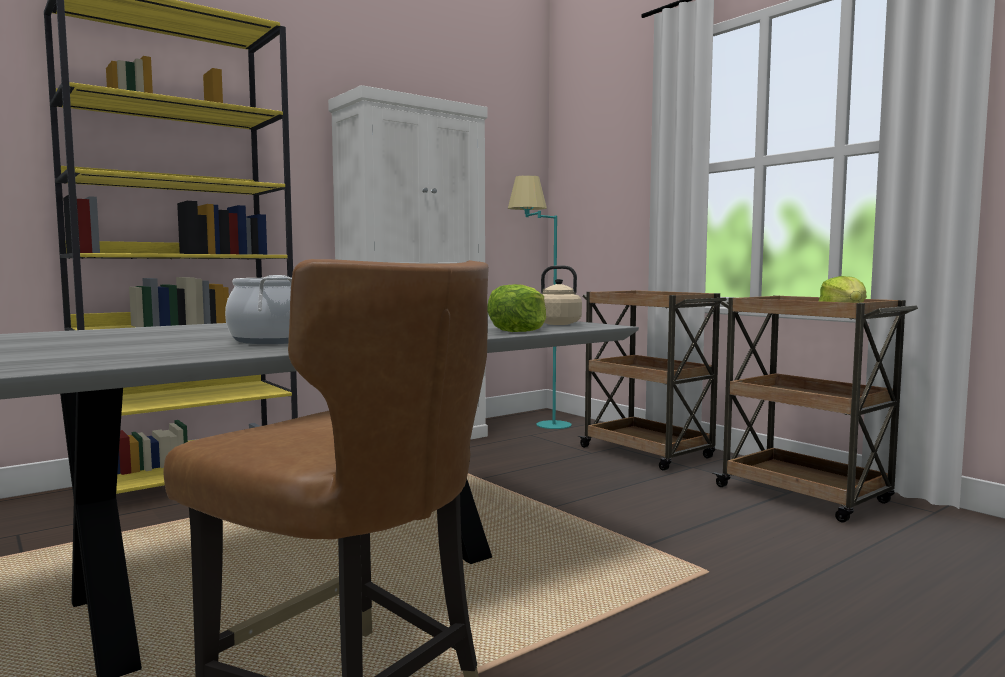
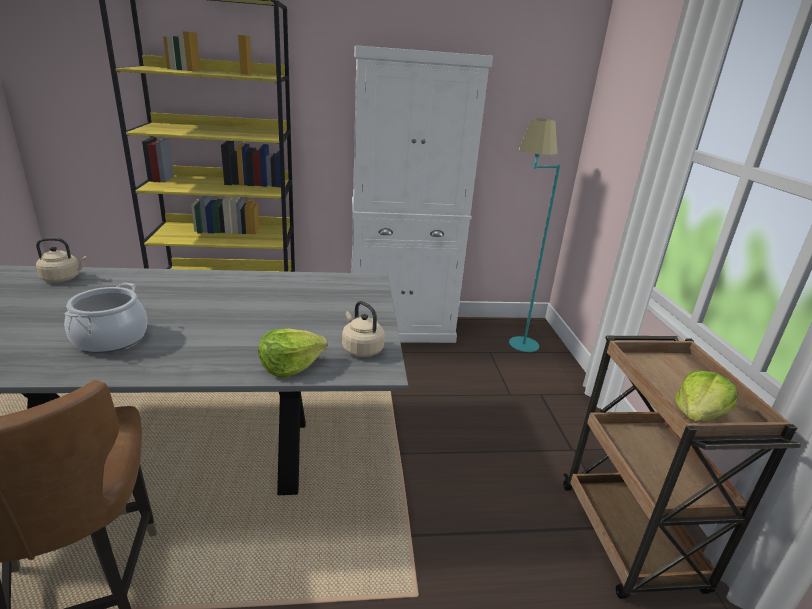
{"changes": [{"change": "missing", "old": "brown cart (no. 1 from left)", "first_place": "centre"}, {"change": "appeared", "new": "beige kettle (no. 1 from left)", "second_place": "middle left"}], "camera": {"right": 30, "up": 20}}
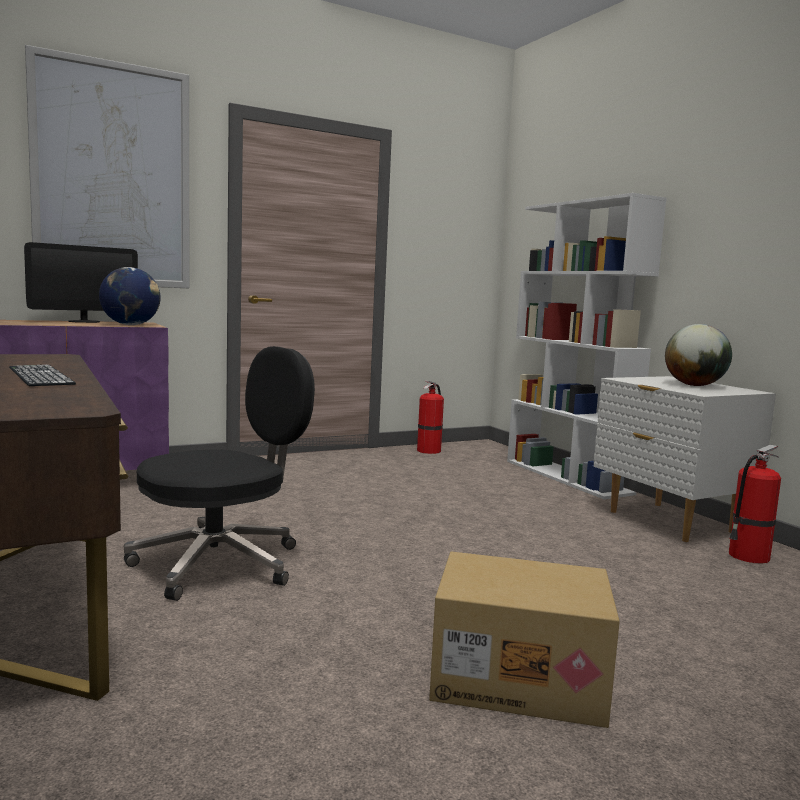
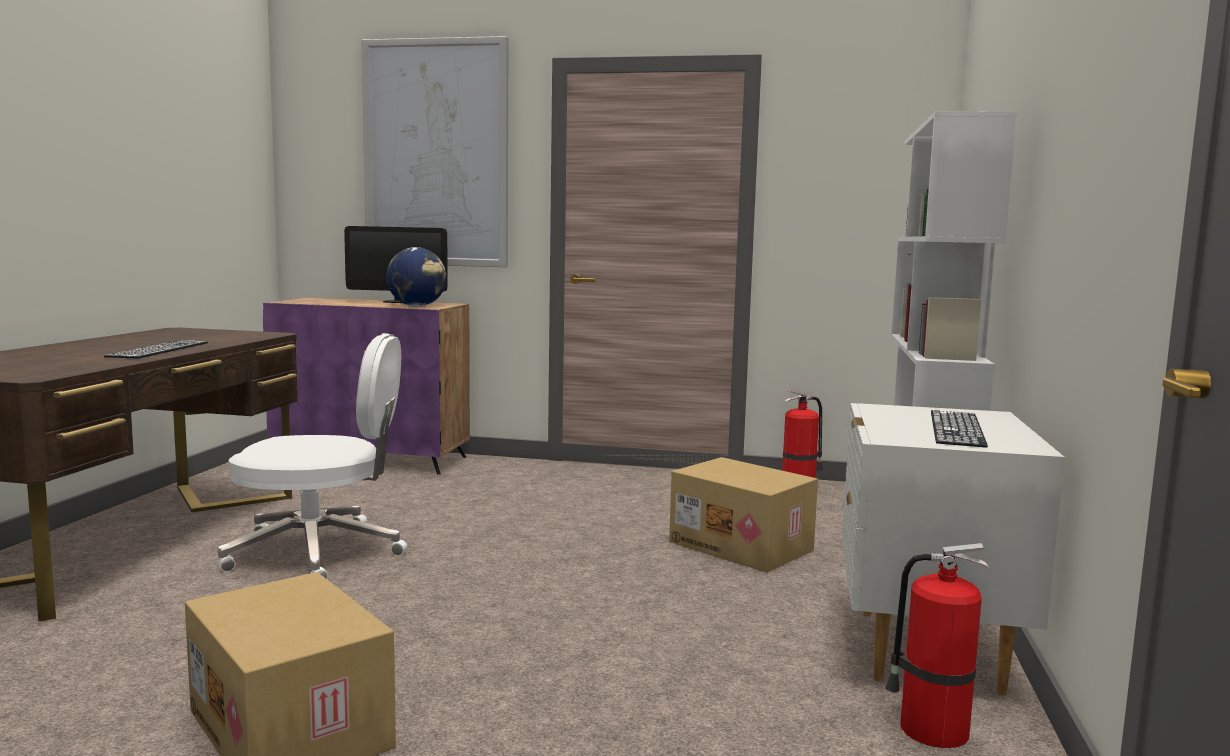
{"changes": [{"change": "colour", "old": "black office chair", "new": "white office chair", "first_place": "middle left", "second_place": "middle left"}, {"change": "exchanged", "old": "globe (no. 2 from left)", "new": "keyboard (no. 2 from left)", "first_place": "middle right", "second_place": "middle right"}, {"change": "appeared", "new": "cardboard box (no. 2 from left)", "second_place": "bottom centre"}], "camera": {"right": 40, "up": 0}}
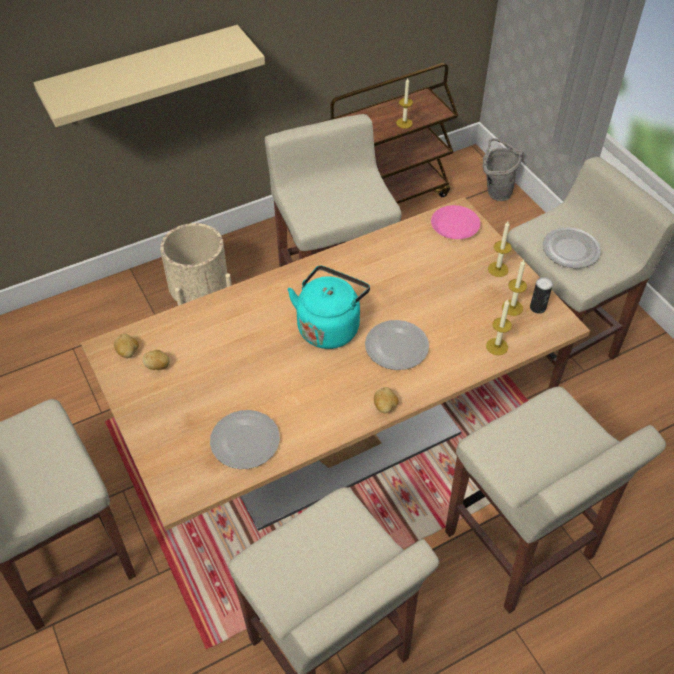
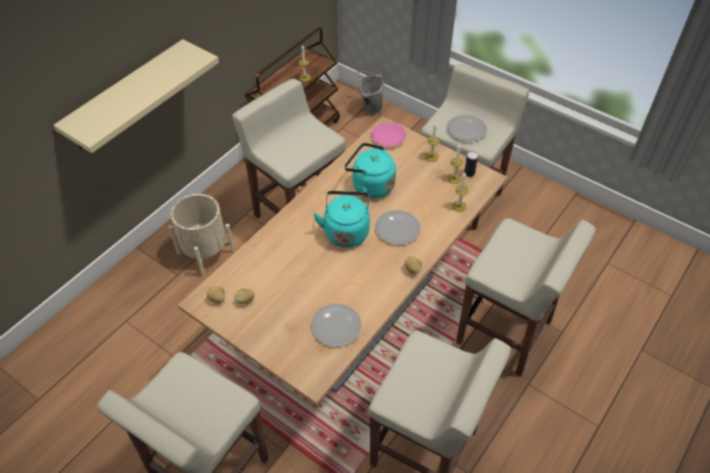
{"changes": [{"change": "appeared", "new": "turquoise kettle (no. 2 from left)", "second_place": "centre"}], "camera": {"right": -25, "up": 0}}
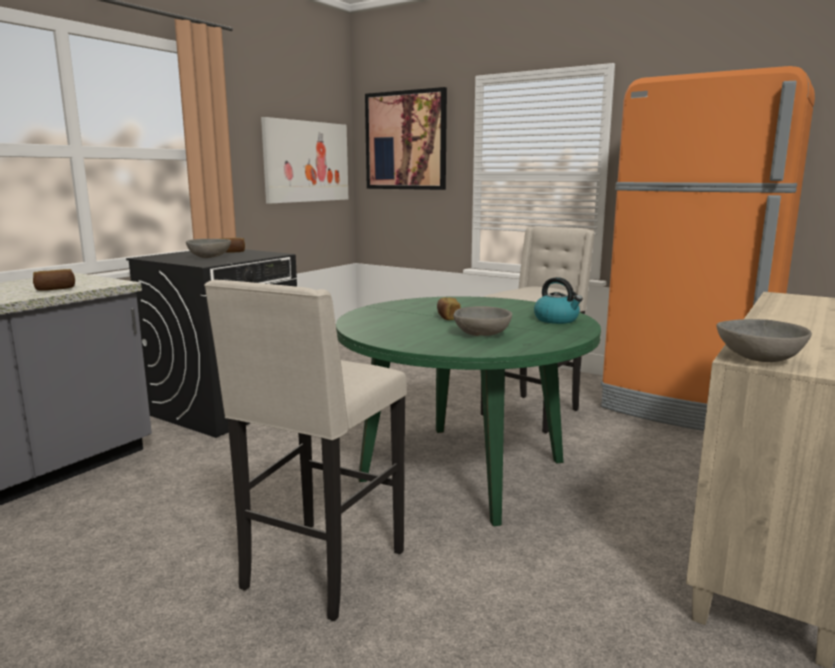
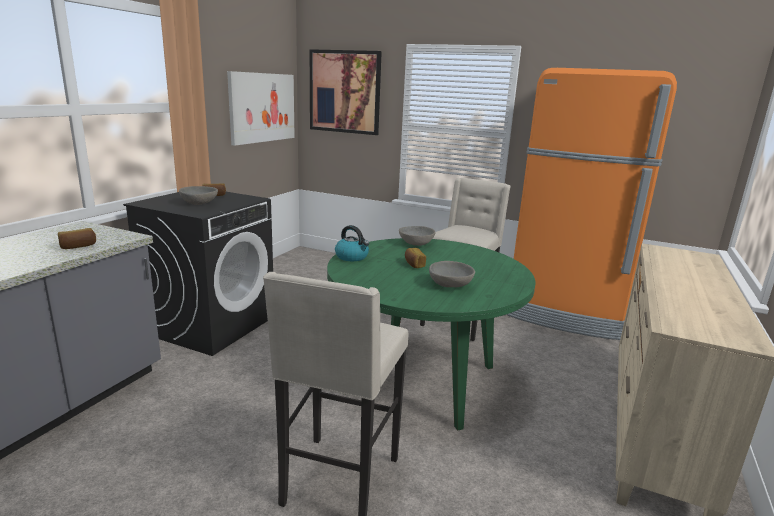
{"changes": [{"change": "relocated", "old": "kettle", "first_place": "middle right", "second_place": "centre"}, {"change": "relocated", "old": "grey bowl (no. 3 from left in the first image)", "new": "grey bowl (no. 2 from left)", "first_place": "middle right", "second_place": "centre"}], "camera": {"right": -10, "up": 5}}
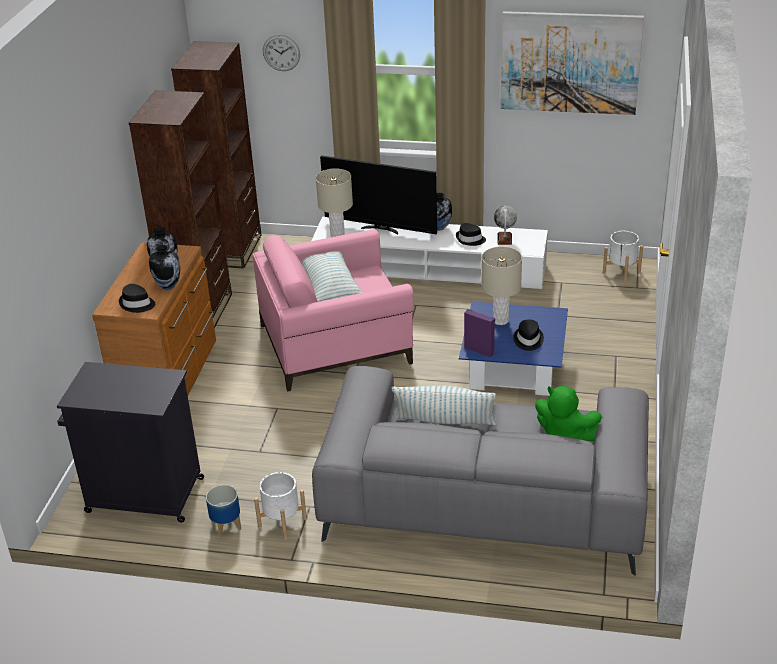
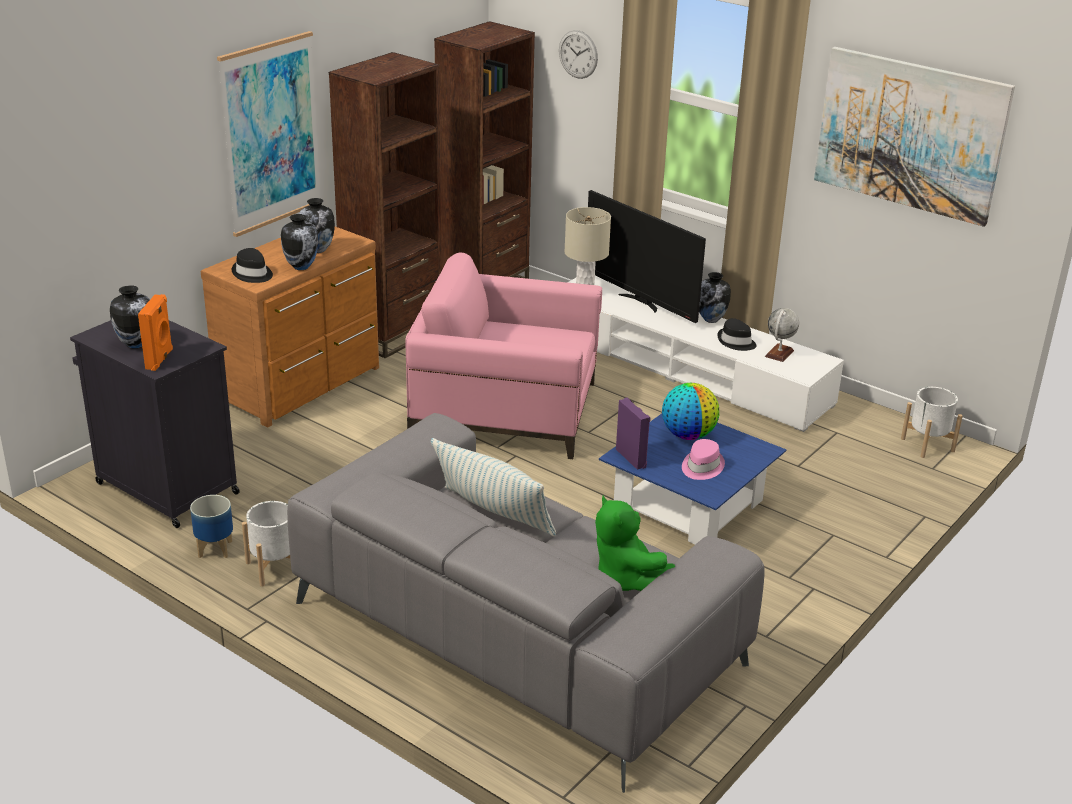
{"changes": [{"change": "missing", "old": "pillow (no. 1 from left)", "first_place": "centre"}, {"change": "exchanged", "old": "beige table lamp (no. 2 from left)", "new": "globe (no. 1 from left)", "first_place": "centre", "second_place": "centre"}, {"change": "colour", "old": "black hat (no. 3 from left)", "new": "pink hat", "first_place": "middle right", "second_place": "centre"}, {"change": "appeared", "new": "vase (no. 1 from left)", "second_place": "middle left"}, {"change": "appeared", "new": "orange speaker", "second_place": "middle left"}, {"change": "appeared", "new": "picture (no. 1 from left)", "second_place": "top left"}], "camera": {"right": 25, "up": -5}}
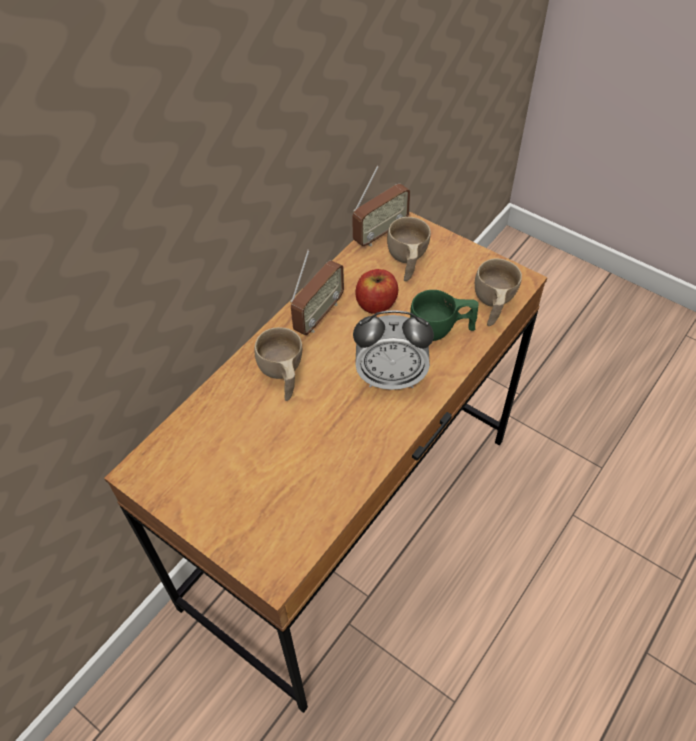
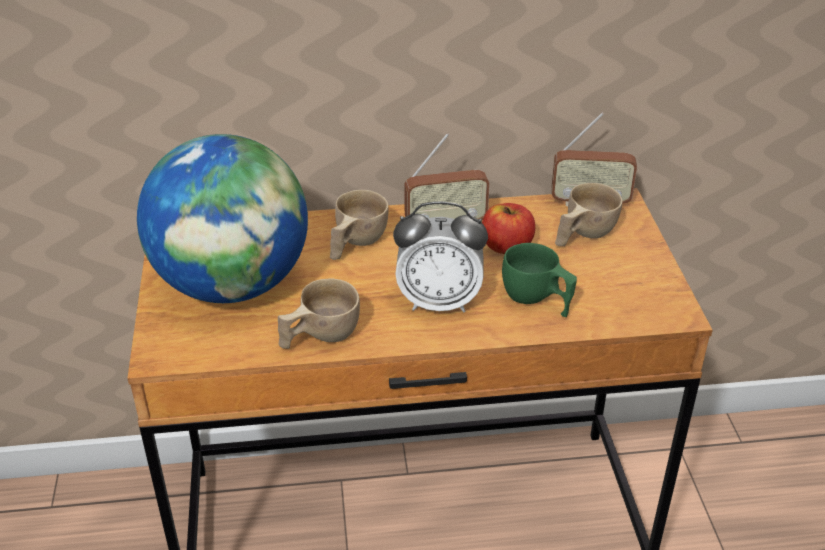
{"changes": [{"change": "spun", "old": "alarm clock", "first_place": "centre", "second_place": "centre", "degrees": -45}, {"change": "relocated", "old": "beige cup (no. 3 from left in the first image)", "new": "beige cup (no. 1 from left)", "first_place": "middle right", "second_place": "centre"}, {"change": "appeared", "new": "globe", "second_place": "middle left"}], "camera": {"right": 45, "up": -15}}
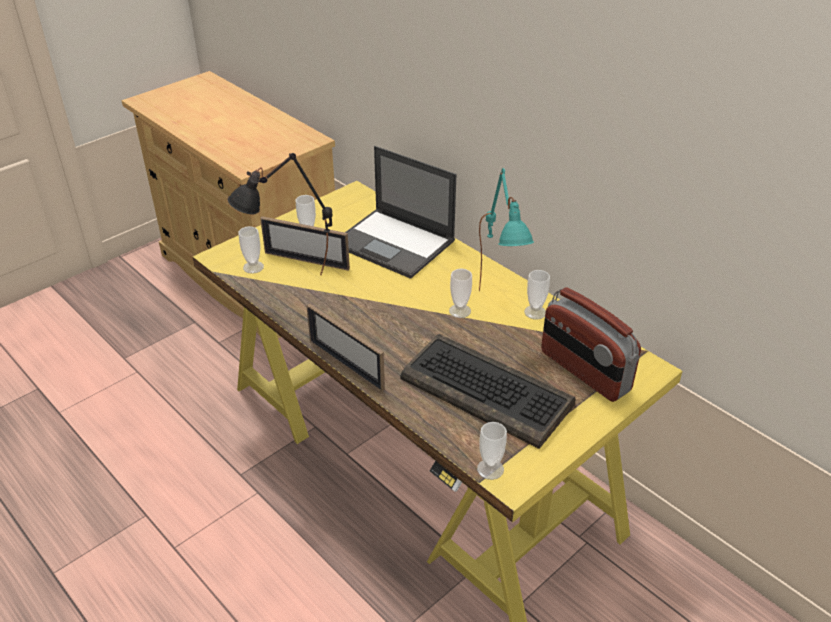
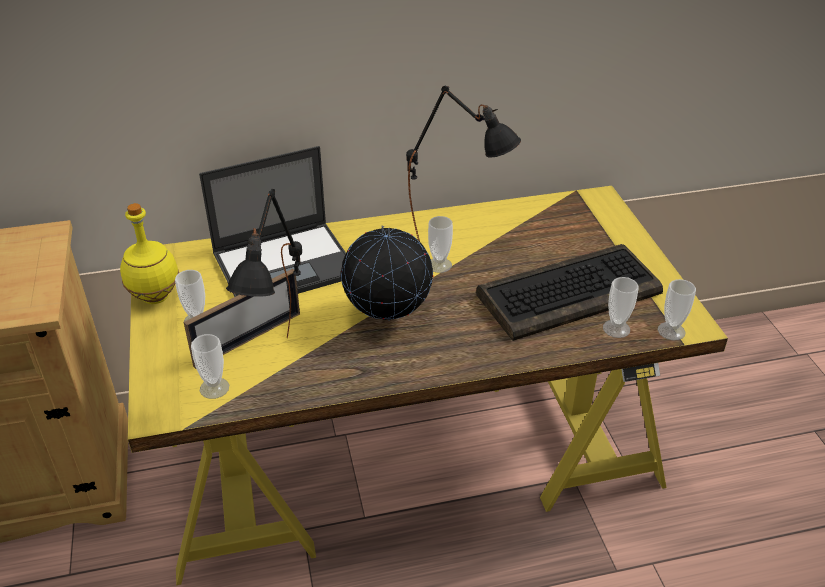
{"changes": [{"change": "missing", "old": "picture frame (no. 2 from left)", "first_place": "centre"}, {"change": "colour", "old": "turquoise table lamp", "new": "black table lamp (no. 2 from left)", "first_place": "centre", "second_place": "top centre"}, {"change": "relocated", "old": "cup (no. 5 from left in the first image)", "new": "cup (no. 4 from left)", "first_place": "centre", "second_place": "middle right"}, {"change": "missing", "old": "radio", "first_place": "middle right"}, {"change": "appeared", "new": "yellow bottle", "second_place": "middle left"}, {"change": "appeared", "new": "globe", "second_place": "centre"}], "camera": {"right": -60, "up": 0}}
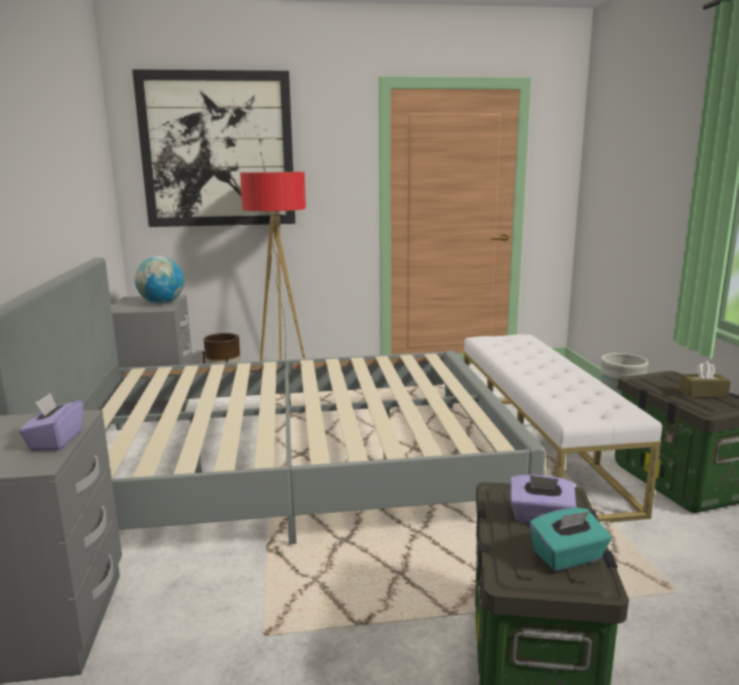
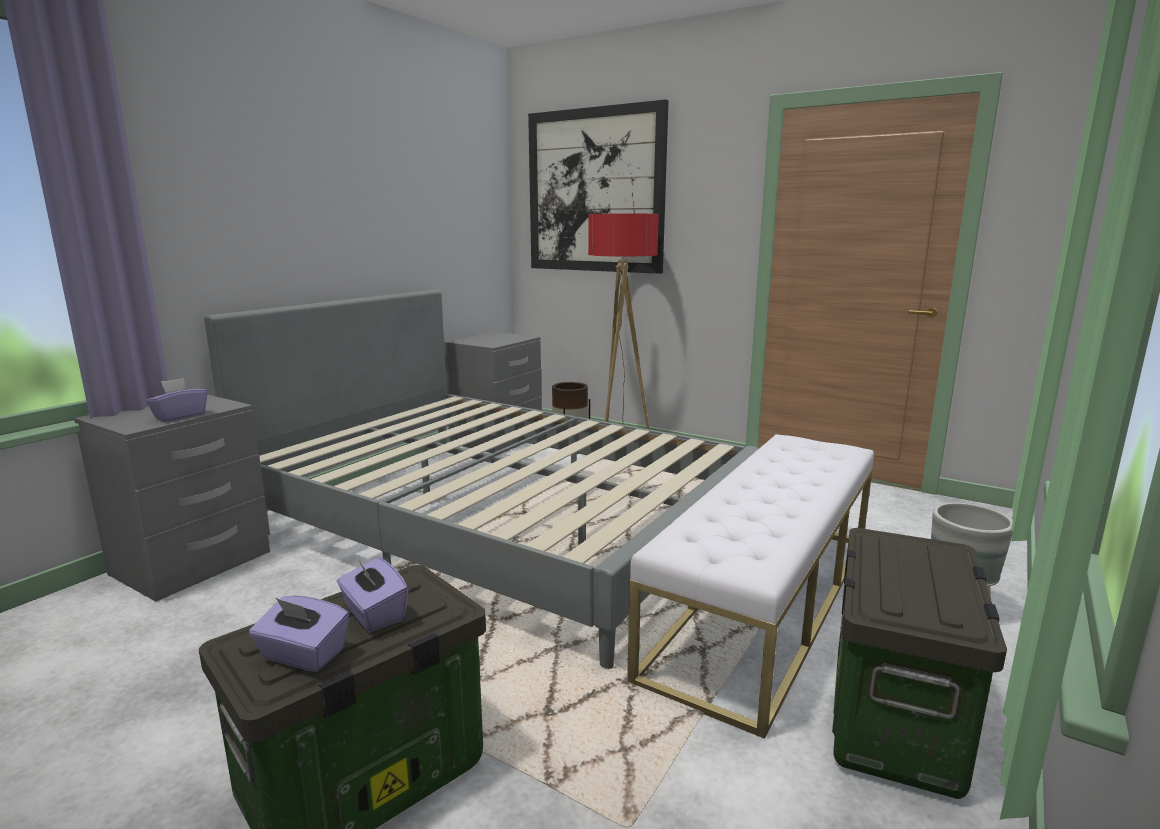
{"changes": [{"change": "missing", "old": "globe", "first_place": "middle left"}, {"change": "colour", "old": "turquoise tissue box", "new": "purple tissue box (no. 2 from left)", "first_place": "bottom right", "second_place": "bottom left"}, {"change": "missing", "old": "brown tissue box", "first_place": "middle right"}], "camera": {"right": 40, "up": 0}}
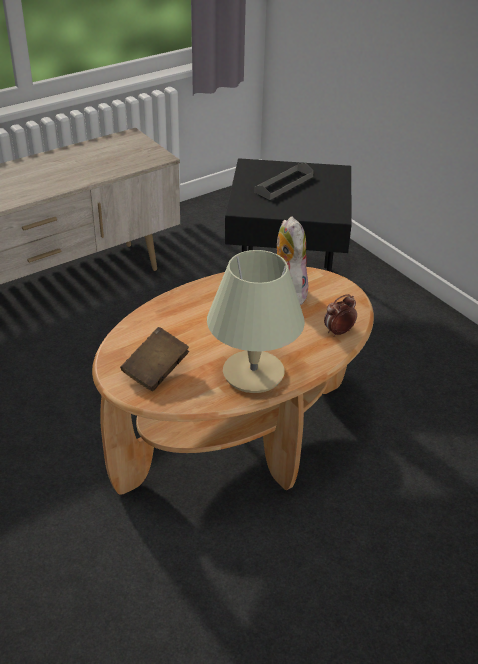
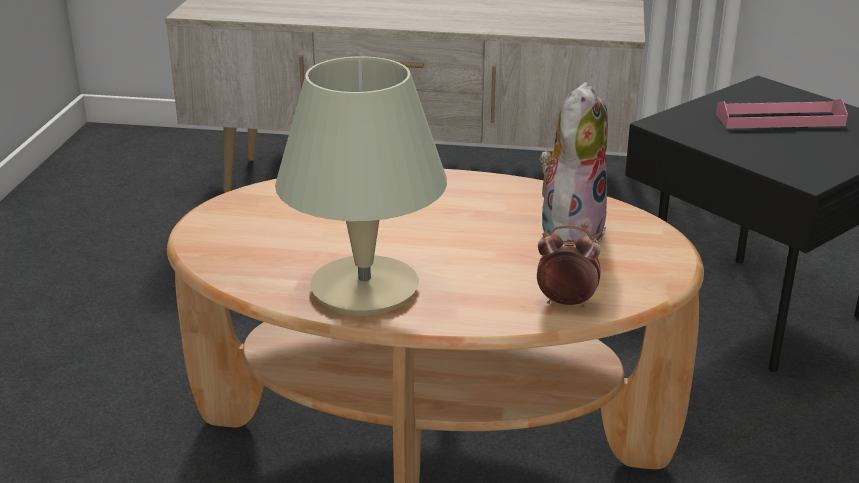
{"changes": [{"change": "missing", "old": "brown book", "first_place": "middle left"}, {"change": "colour", "old": "grey tray", "new": "pink tray", "first_place": "top centre", "second_place": "top right"}], "camera": {"right": 45, "up": -10}}
